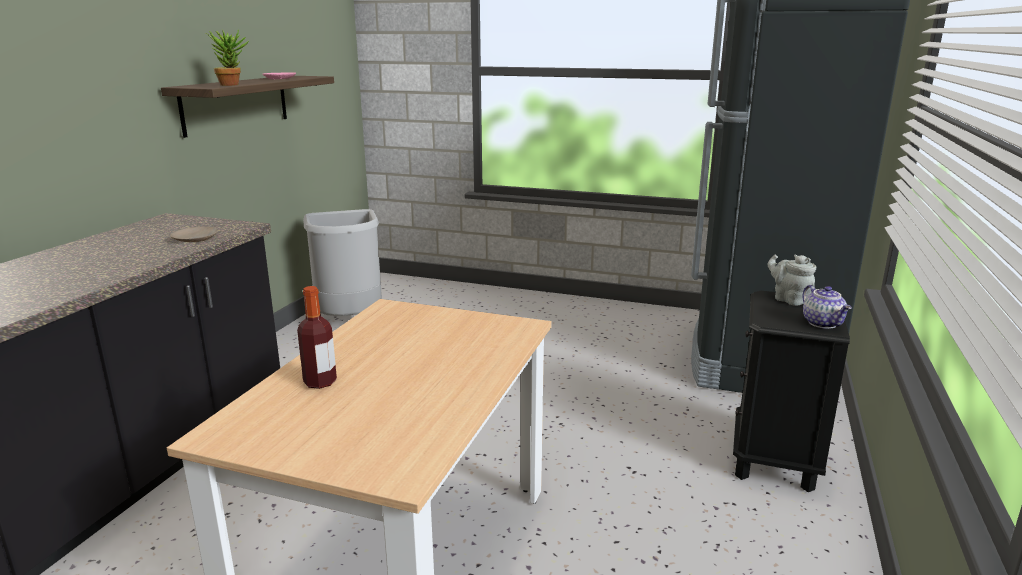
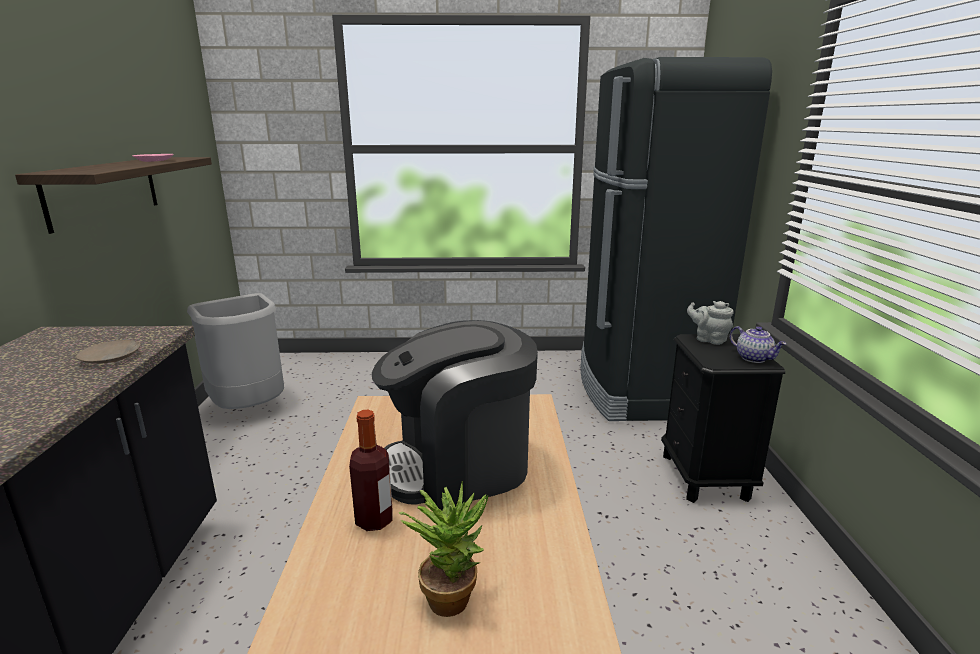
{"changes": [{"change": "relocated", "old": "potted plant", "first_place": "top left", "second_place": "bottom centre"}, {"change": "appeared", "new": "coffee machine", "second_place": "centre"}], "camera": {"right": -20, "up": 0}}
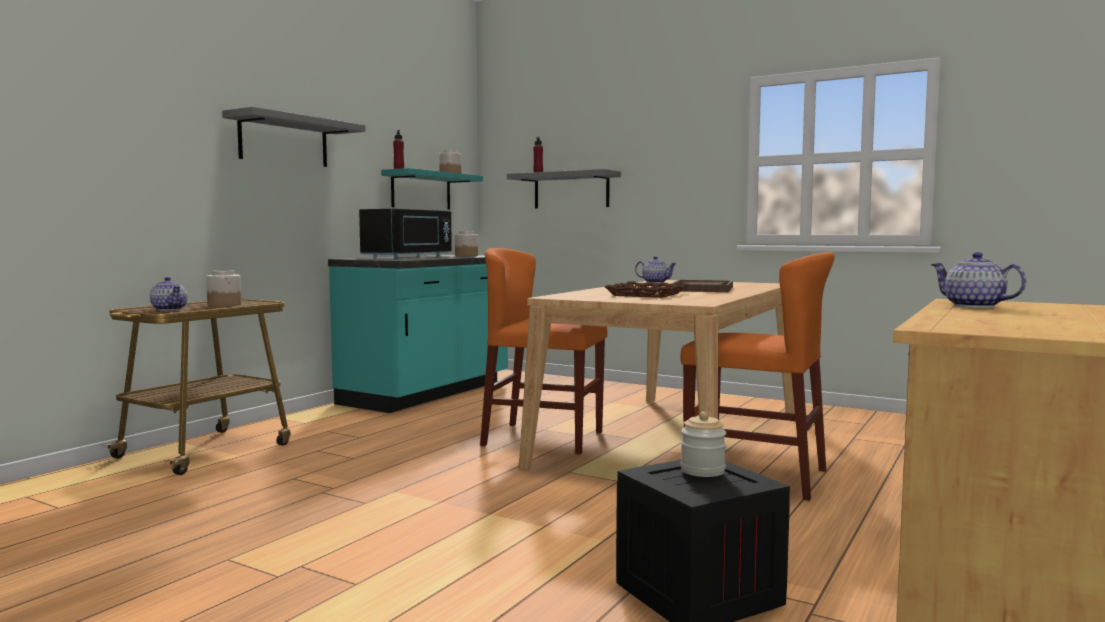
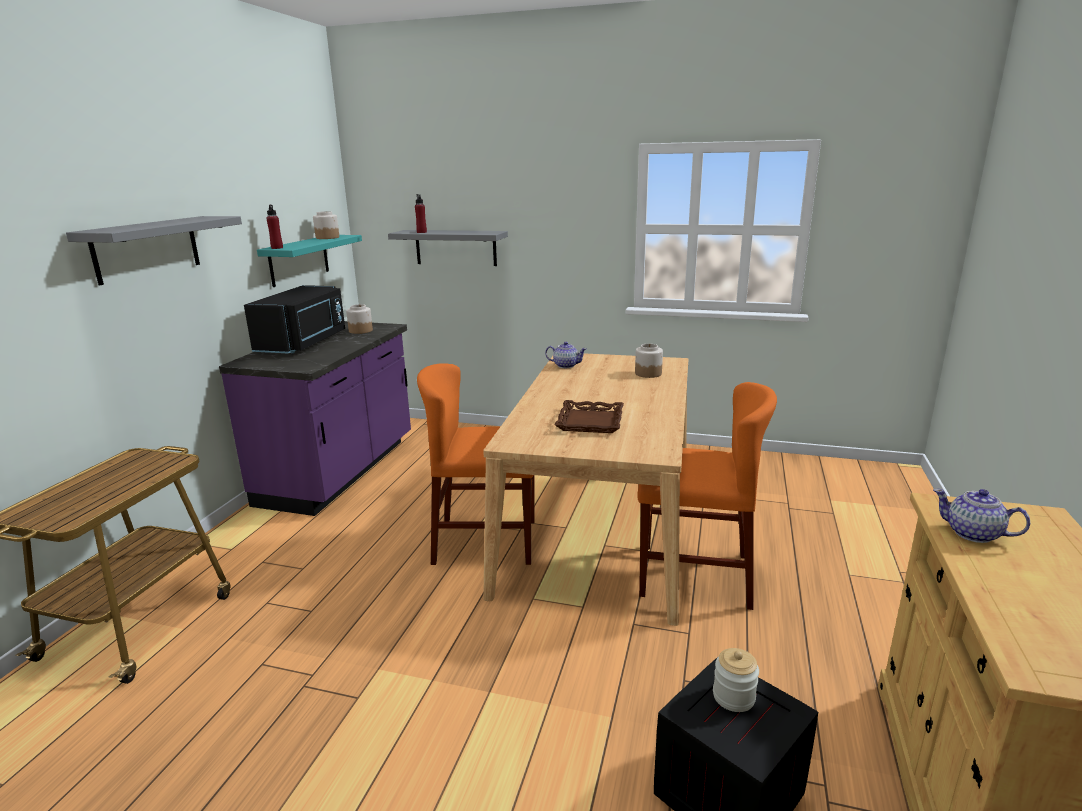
{"changes": [{"change": "missing", "old": "teapot (no. 1 from left)", "first_place": "middle left"}, {"change": "relocated", "old": "jar (no. 1 from left in the first image)", "new": "jar (no. 3 from left)", "first_place": "middle left", "second_place": "centre"}, {"change": "colour", "old": "turquoise counter", "new": "purple counter", "first_place": "centre", "second_place": "middle left"}, {"change": "missing", "old": "brown tray (no. 2 from left)", "first_place": "centre"}], "camera": {"right": -15, "up": 15}}
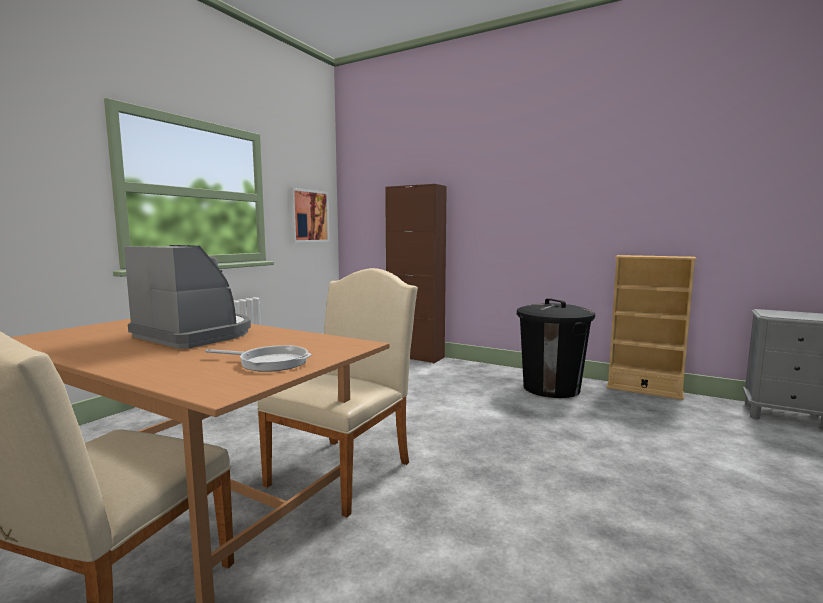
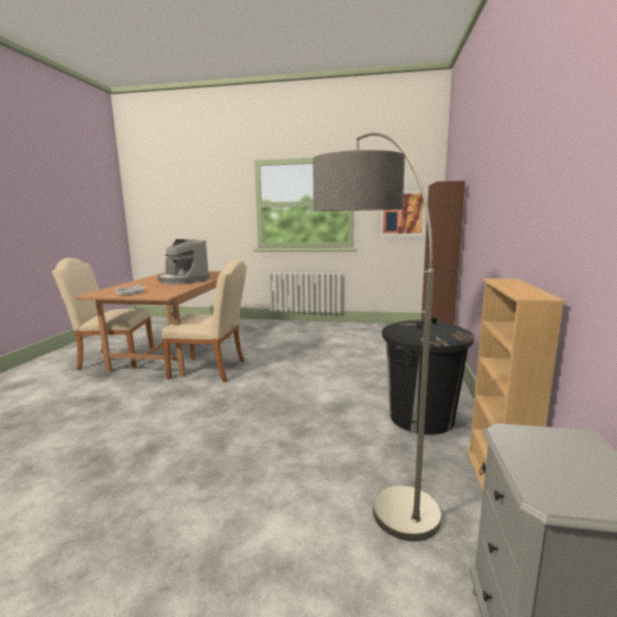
{"changes": [{"change": "spun", "old": "coffee machine", "first_place": "middle left", "second_place": "middle left", "degrees": 120}, {"change": "appeared", "new": "floor lamp", "second_place": "centre"}], "camera": {"right": 70, "up": 5}}
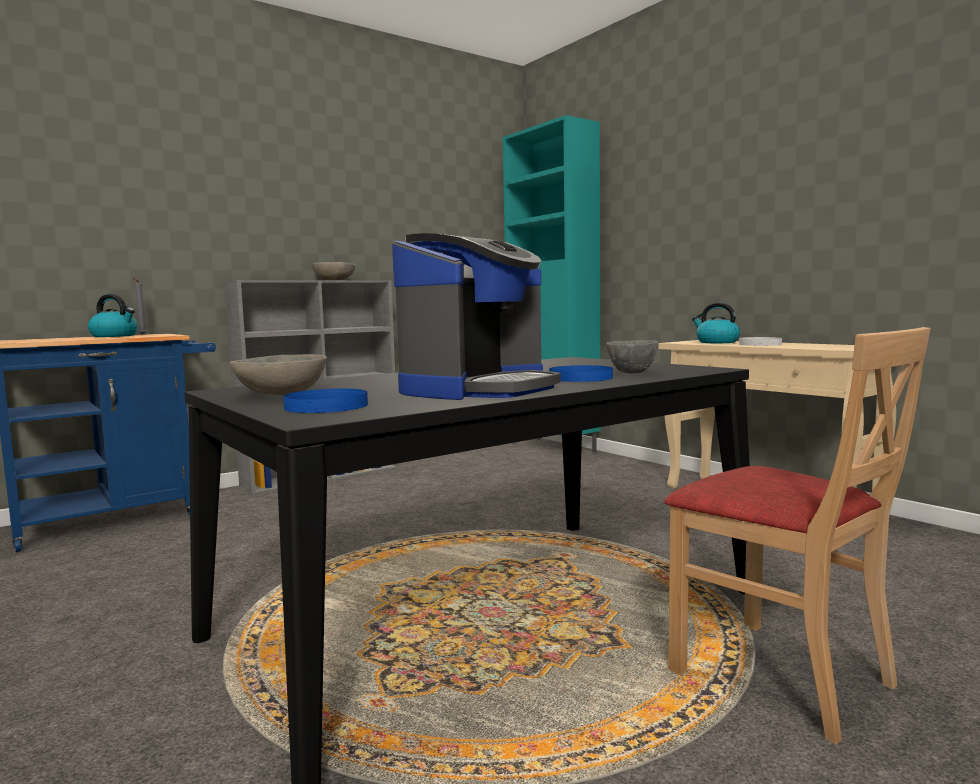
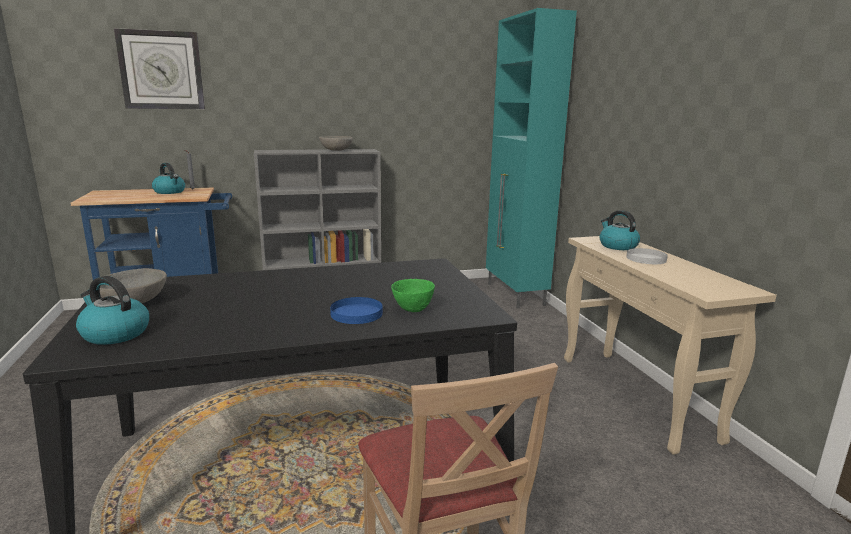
{"changes": [{"change": "exchanged", "old": "blue plate (no. 1 from left)", "new": "kettle (no. 1 from left)", "first_place": "middle left", "second_place": "middle left"}, {"change": "missing", "old": "coffee machine", "first_place": "centre"}, {"change": "colour", "old": "grey bowl (no. 3 from left)", "new": "green bowl", "first_place": "centre", "second_place": "centre"}, {"change": "appeared", "new": "wall clock", "second_place": "top left"}], "camera": {"right": 20, "up": 10}}
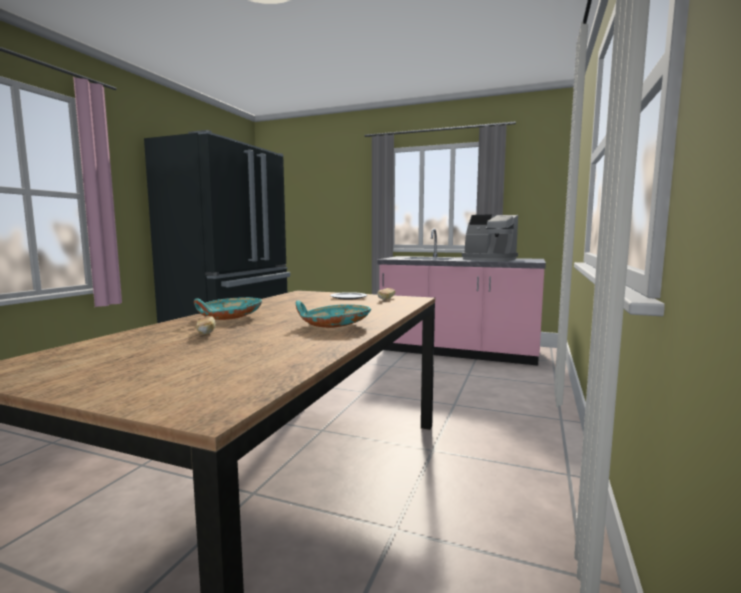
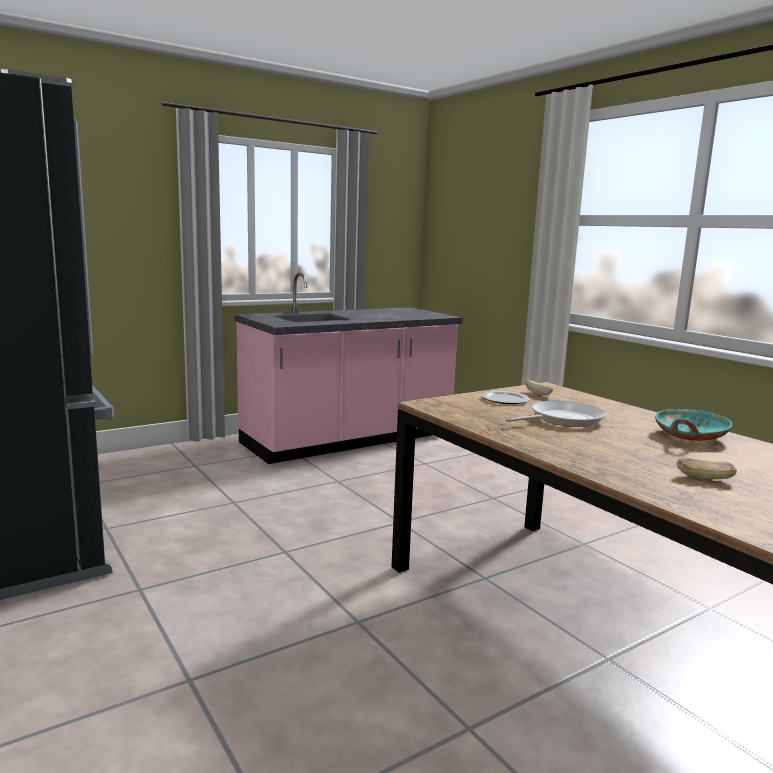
{"changes": [{"change": "missing", "old": "turquoise bowl (no. 1 from left)", "first_place": "middle left"}, {"change": "missing", "old": "coffee machine", "first_place": "centre"}, {"change": "appeared", "new": "frying pan", "second_place": "middle right"}], "camera": {"right": -55, "up": 5}}
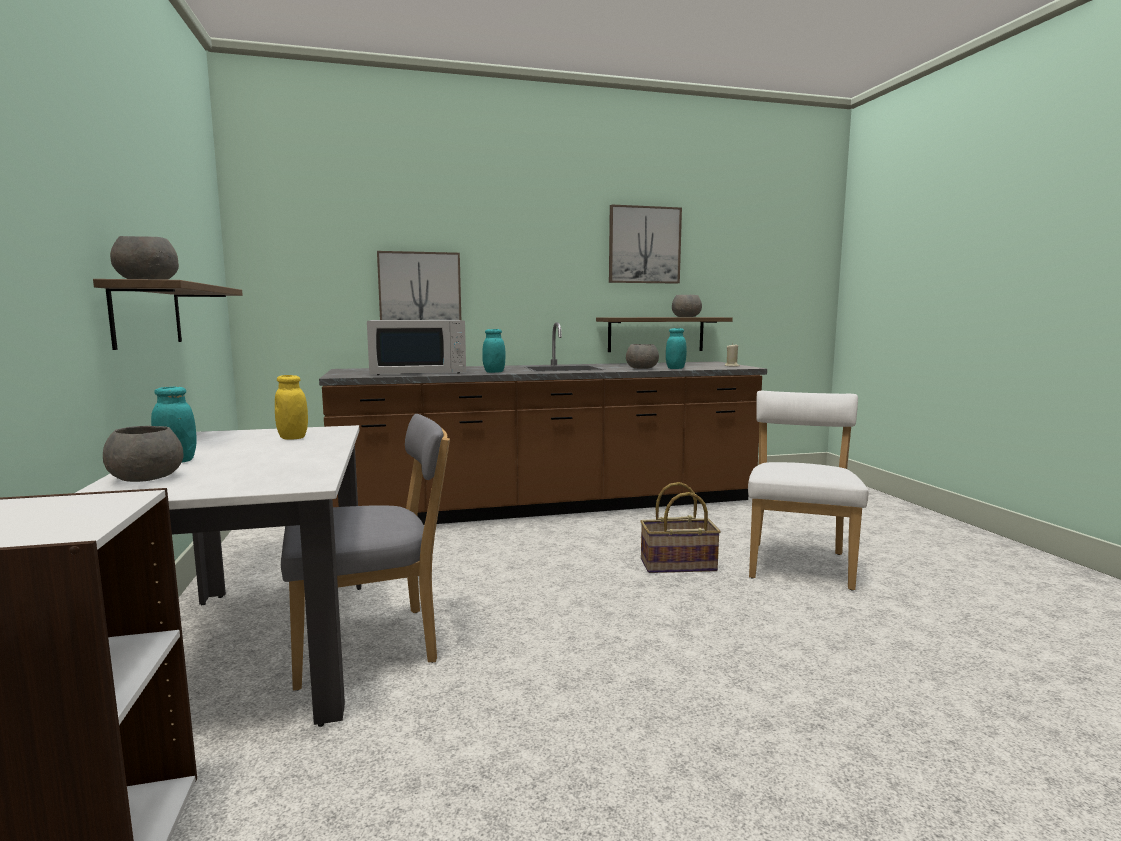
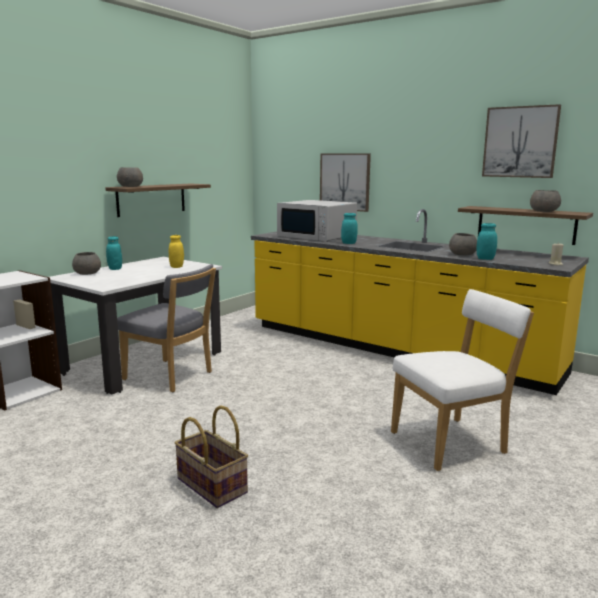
{"changes": [{"change": "colour", "old": "brown counter", "new": "yellow counter", "first_place": "centre", "second_place": "middle right"}, {"change": "relocated", "old": "basket", "first_place": "centre", "second_place": "bottom centre"}], "camera": {"right": 50, "up": 5}}
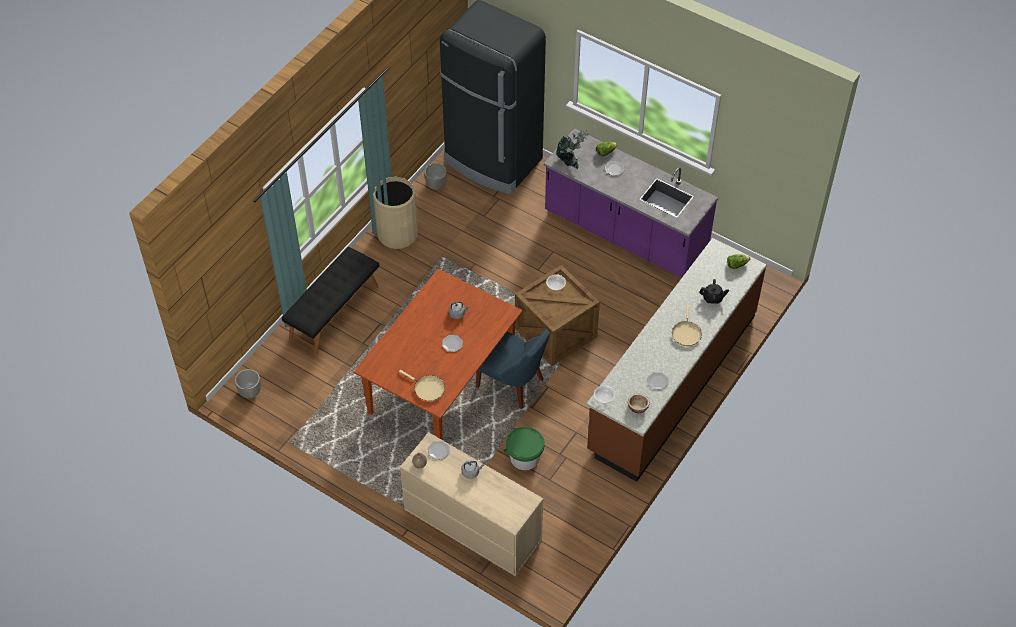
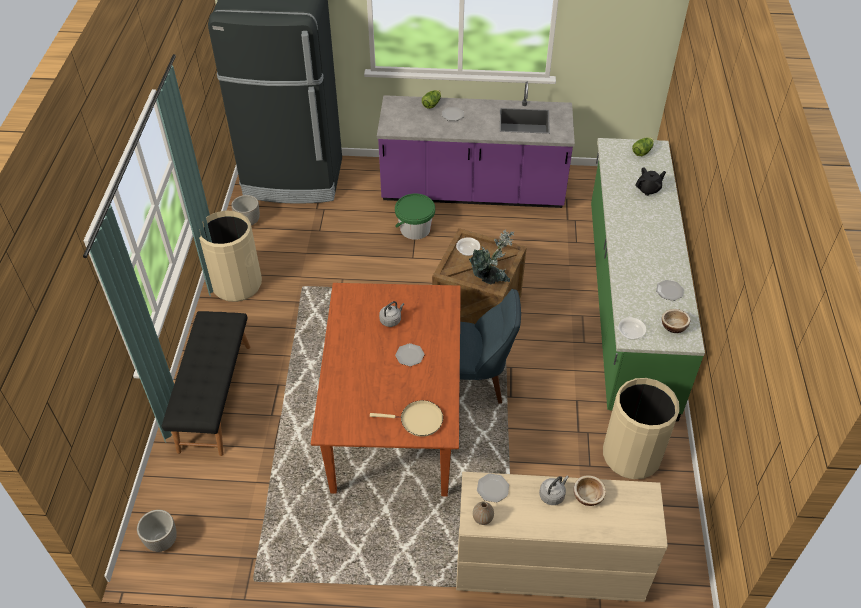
{"changes": [{"change": "relocated", "old": "green bucket", "first_place": "bottom centre", "second_place": "centre"}, {"change": "relocated", "old": "potted plant", "first_place": "top centre", "second_place": "centre"}, {"change": "colour", "old": "brown counter", "new": "green counter", "first_place": "centre", "second_place": "middle right"}, {"change": "missing", "old": "beige frying pan (no. 2 from left)", "first_place": "middle right"}, {"change": "appeared", "new": "bowl (no. 2 from left)", "second_place": "bottom right"}, {"change": "appeared", "new": "beige trash can (no. 2 from left)", "second_place": "bottom right"}], "camera": {"right": -30, "up": -5}}
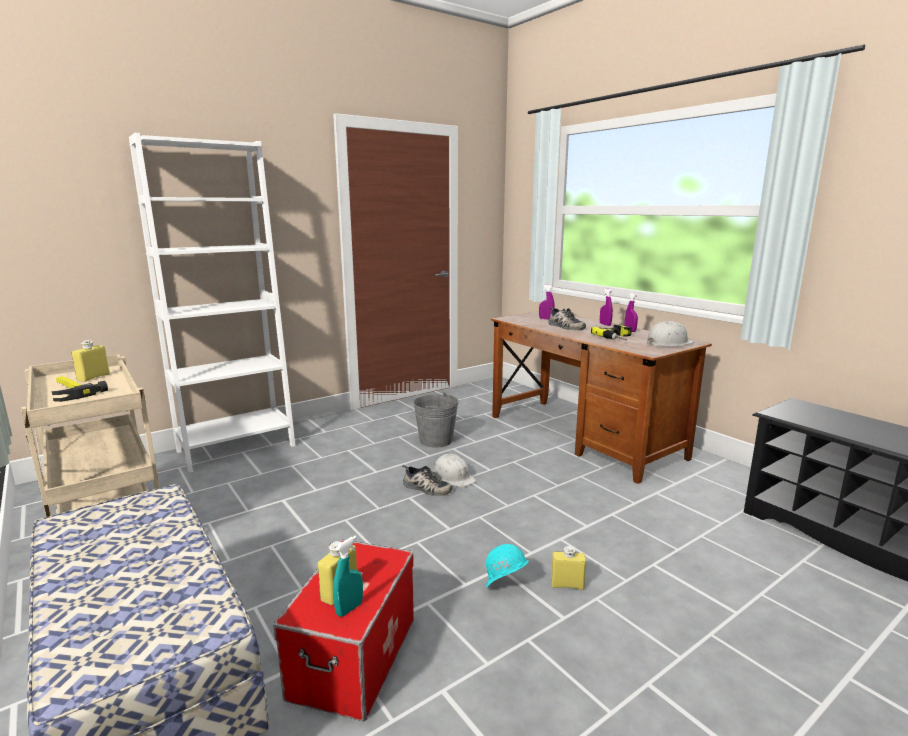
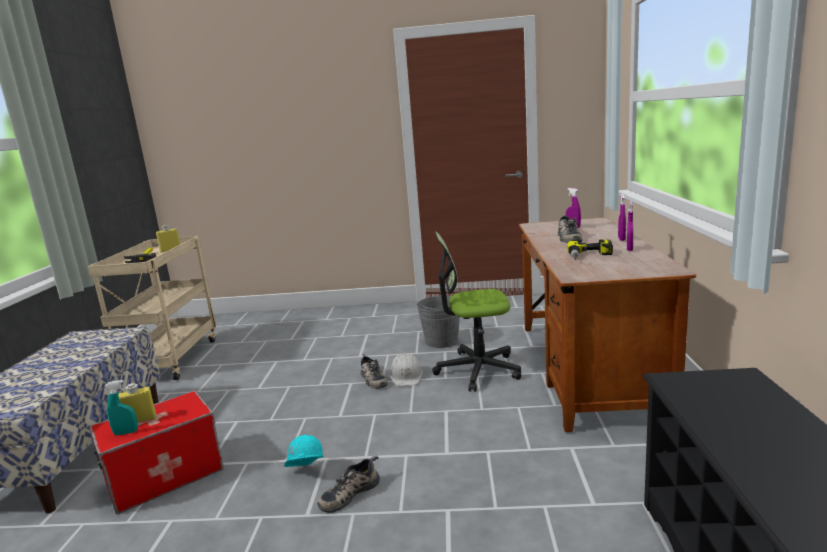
{"changes": [{"change": "missing", "old": "white bookcase", "first_place": "middle left"}, {"change": "exchanged", "old": "yellow bottle (no. 3 from left)", "new": "shoe (no. 1 from left)", "first_place": "bottom centre", "second_place": "bottom centre"}, {"change": "missing", "old": "white hard hat (no. 2 from left)", "first_place": "middle right"}, {"change": "appeared", "new": "office chair", "second_place": "centre"}], "camera": {"right": 40, "up": 0}}
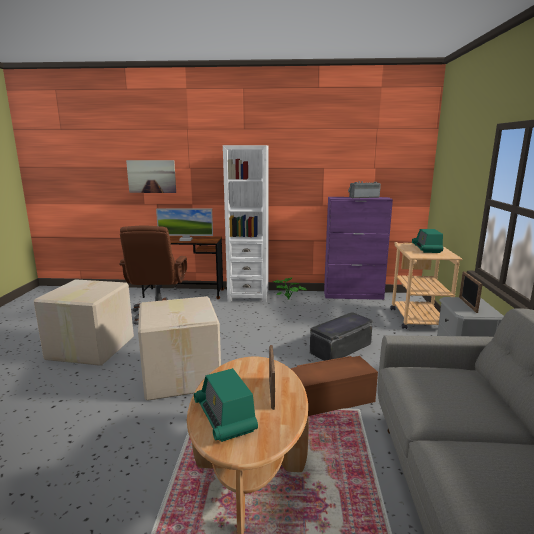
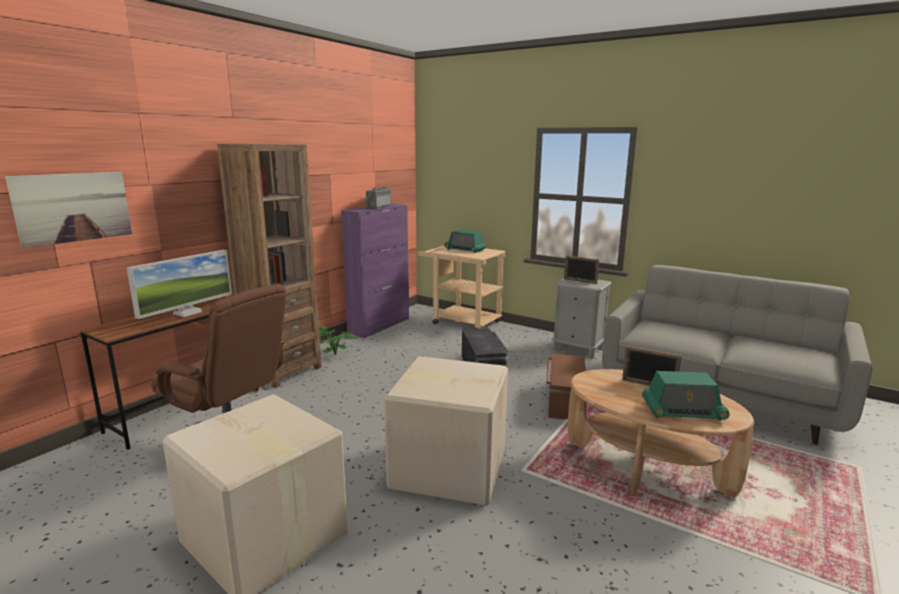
{"changes": [{"change": "colour", "old": "white bookcase", "new": "brown bookcase", "first_place": "centre", "second_place": "middle left"}], "camera": {"right": -60, "up": 0}}
